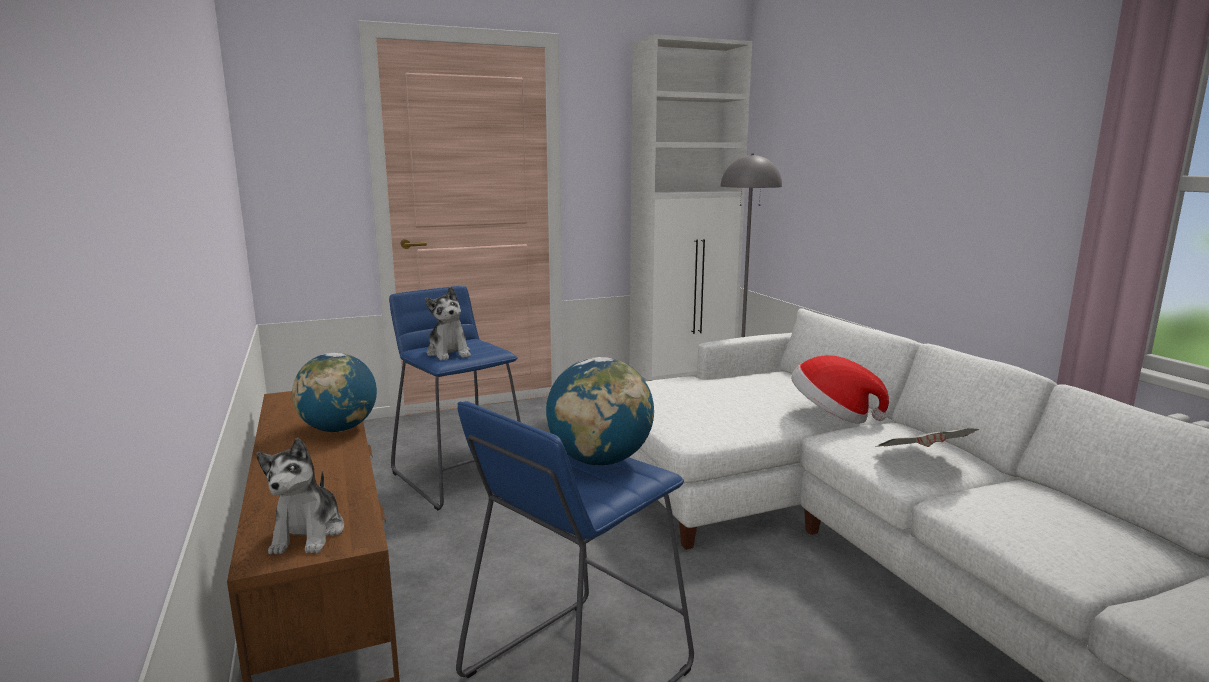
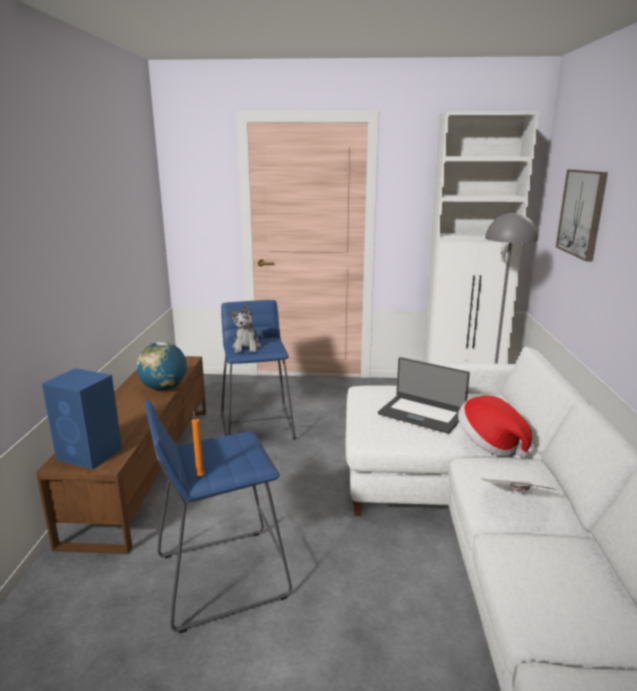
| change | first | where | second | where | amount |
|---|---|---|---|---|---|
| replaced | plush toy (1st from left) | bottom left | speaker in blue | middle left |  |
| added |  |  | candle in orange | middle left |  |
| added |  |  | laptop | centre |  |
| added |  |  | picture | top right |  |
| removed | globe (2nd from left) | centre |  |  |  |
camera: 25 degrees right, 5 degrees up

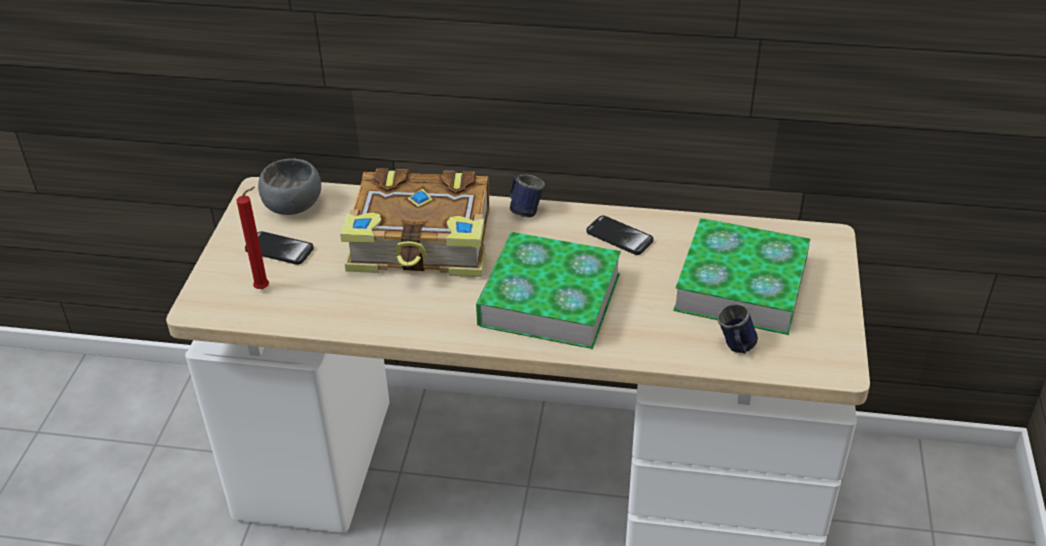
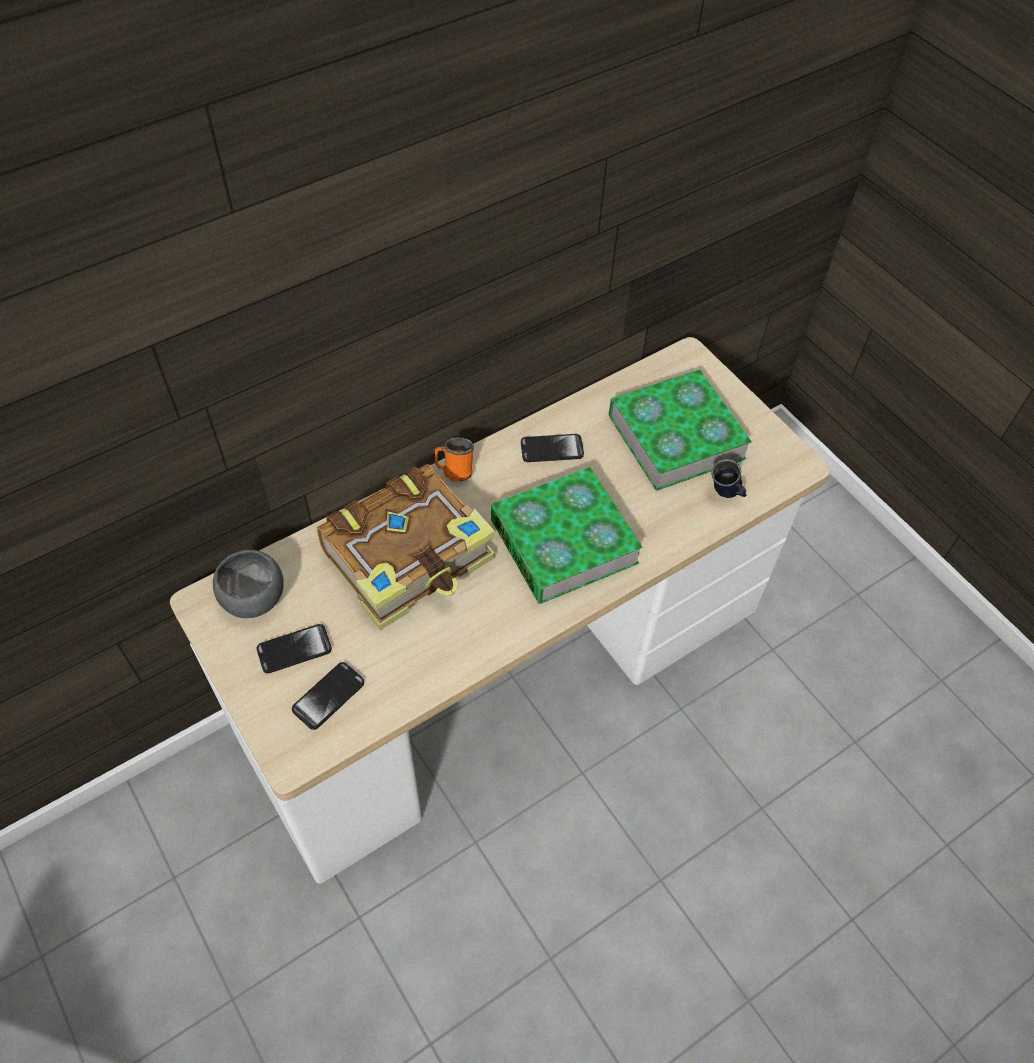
| change | first | where | second | where | amount |
|---|---|---|---|---|---|
| replaced | candle in red | middle left | phone (2nd from left) | middle left |  |
| recoloured | mug in blue (1st from left) | centre | mug in orange | centre |  |
camera: 45 degrees left, 15 degrees up

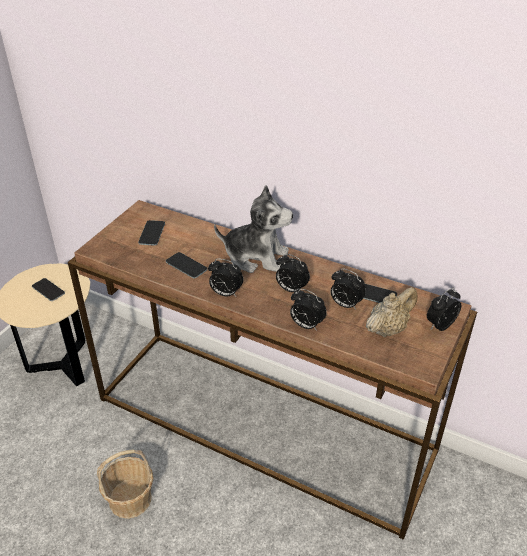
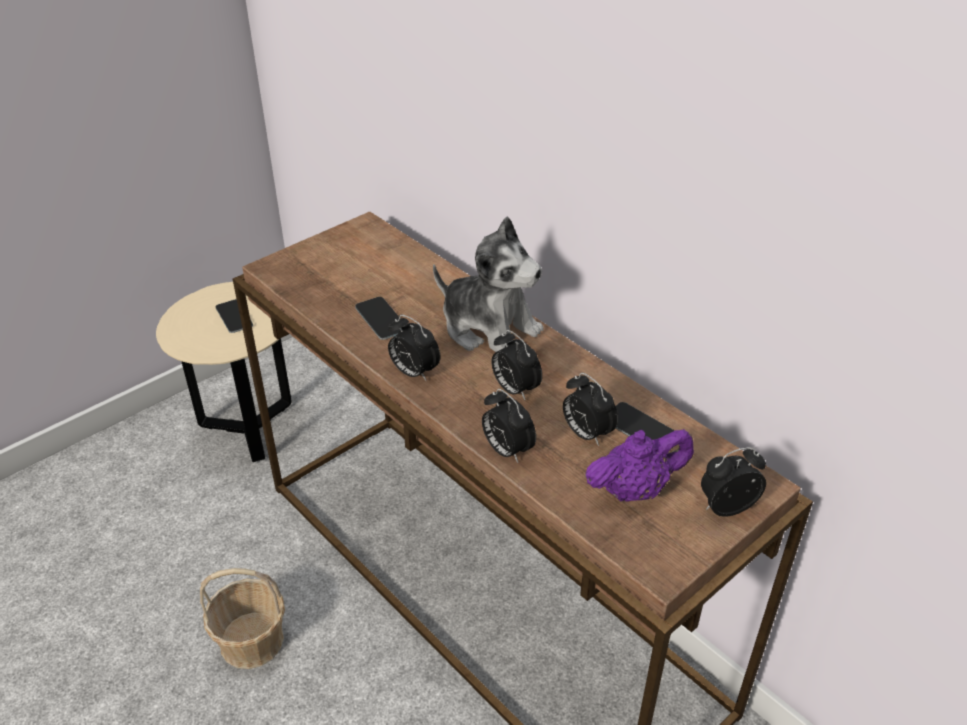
| change | first | where | second | where | amount |
|---|---|---|---|---|---|
| recoloured | teapot in beige | middle right | teapot in purple | centre |  |
| removed | phone (2nd from left) | middle left |  |  |  |
camera: 20 degrees right, 0 degrees up

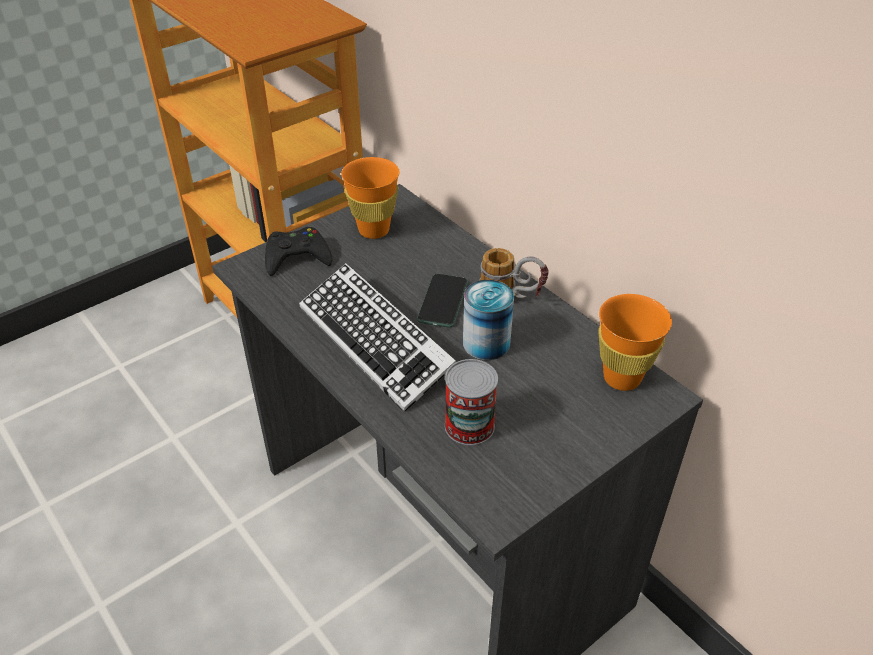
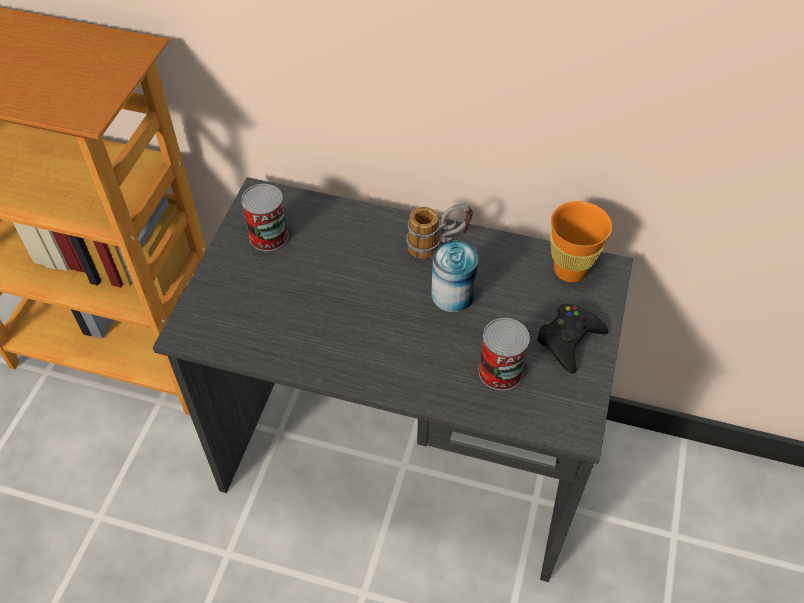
| change | first | where | second | where | amount |
|---|---|---|---|---|---|
| replaced | cup in orange (1st from left) | top centre | can (1st from left) | middle left |  |
| moved | game controller in black | centre |  | middle right |  |
| removed | keyboard | centre |  |  |  |
| removed | phone | centre |  |  |  |
camera: 35 degrees left, 10 degrees up

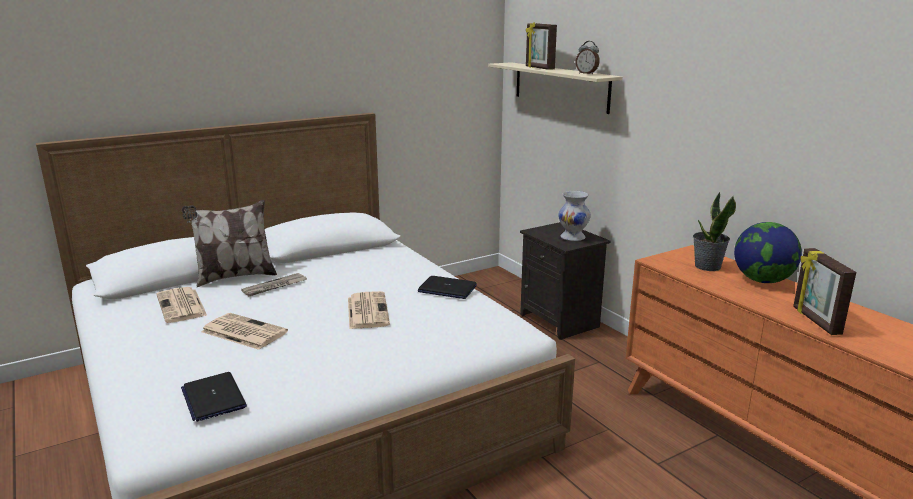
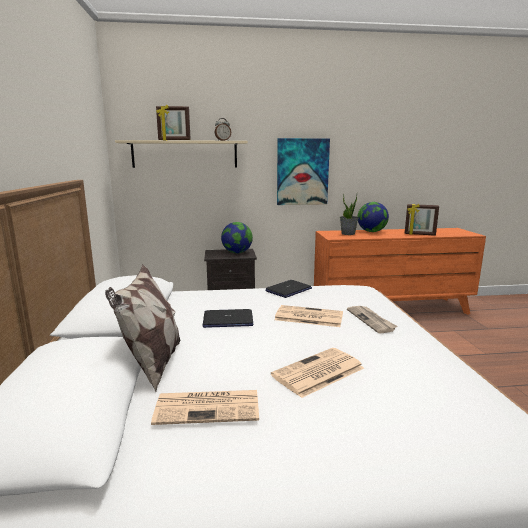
| change | first | where | second | where | amount |
|---|---|---|---|---|---|
| moved | laptop (1st from left) | bottom left |  | centre |  |
| replaced | vase in white | centre | globe (1st from left) | centre |  |
| added |  |  | picture | top centre |  |
| moved | newspaper (3rd from left in the first image) | middle left | newspaper (4th from left) | middle right |  |
camera: 65 degrees left, 5 degrees down

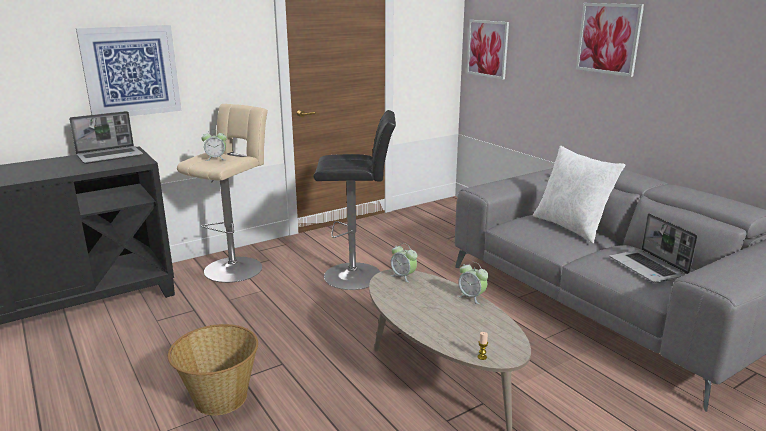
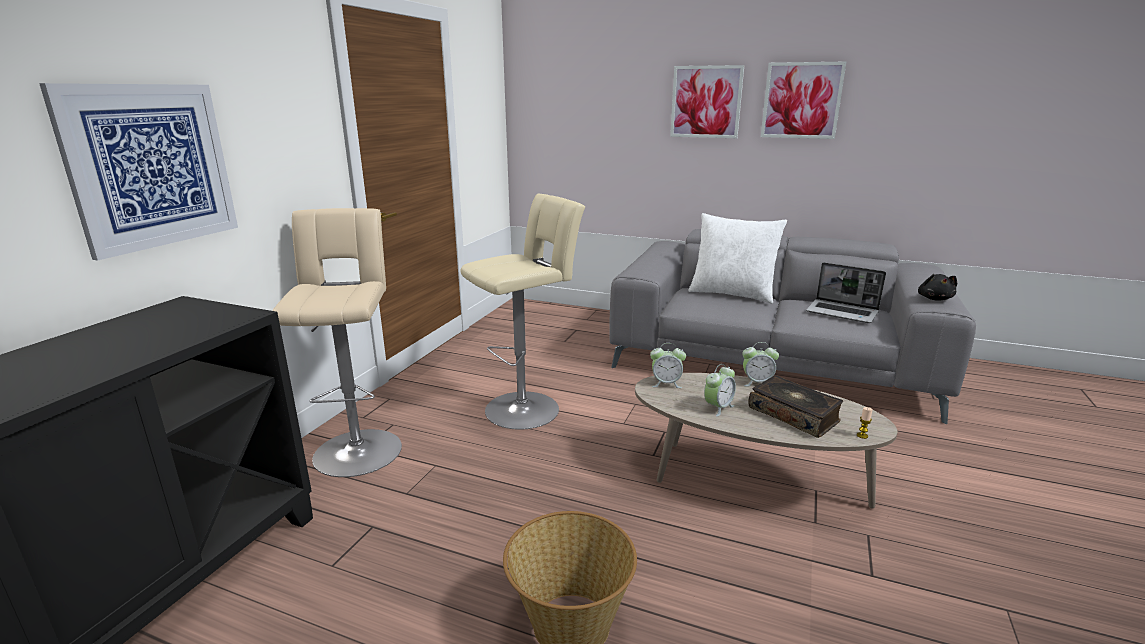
| change | first | where | second | where | amount |
|---|---|---|---|---|---|
| recoloured | stool in black | centre | stool in beige (2nd from left) | centre |  |
| moved | alarm clock (1st from left in the first image) | middle left | alarm clock (2nd from left) | centre |  |
| added |  |  | book | middle right |  |
| moved | picture (2nd from left in the first image) | top centre | picture (3rd from left) | top right |  |
| added |  |  | plush toy in black | middle right |  |
| removed | laptop (1st from left) | top left |  |  |  |
camera: 35 degrees left, 0 degrees up

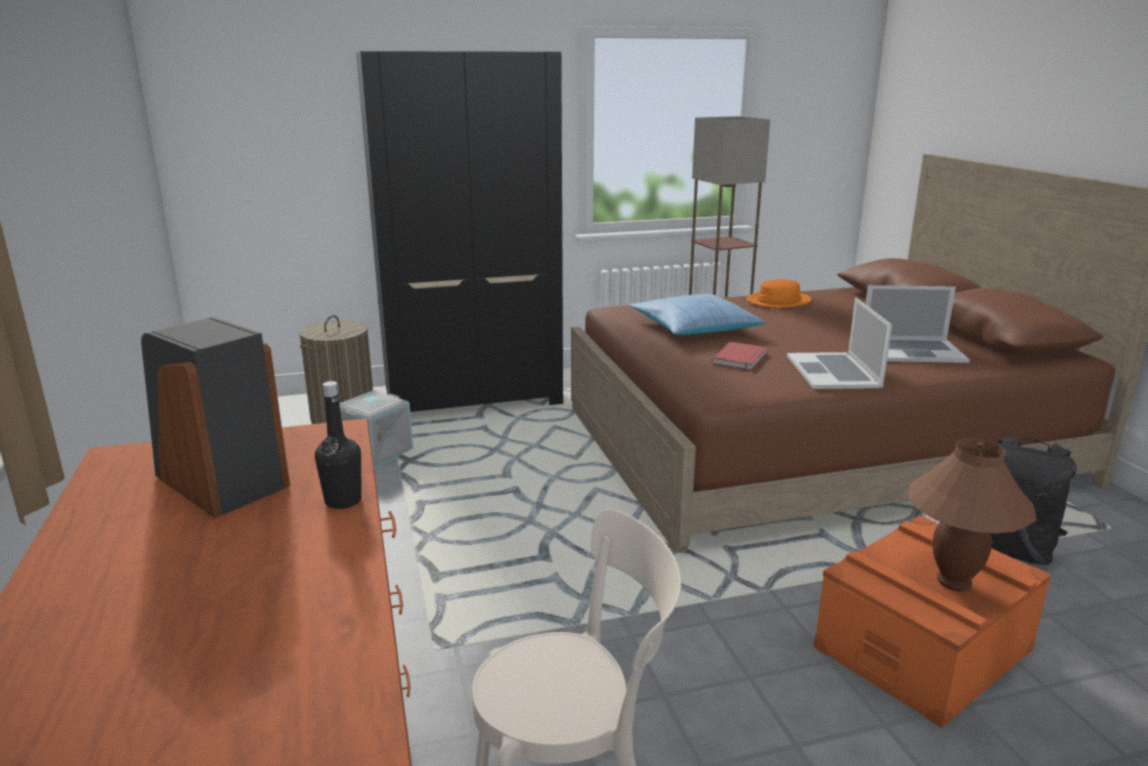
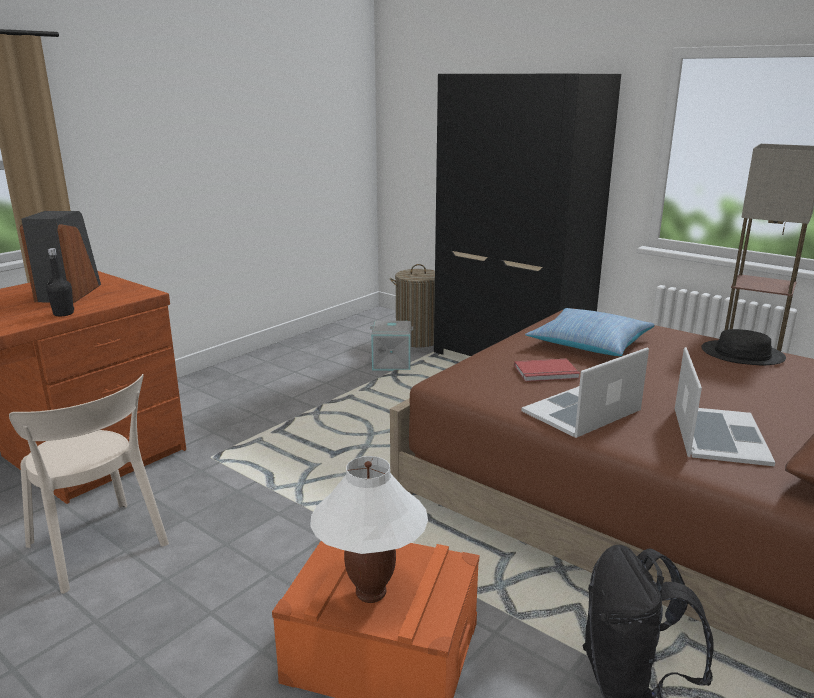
| change | first | where | second | where | amount |
|---|---|---|---|---|---|
| recoloured | table lamp in brown | bottom right | table lamp in white | bottom centre |  |
| turned | laptop (2nd from left) | middle right |  | middle right | 135 degrees counterclockwise |
| recoloured | hat in orange | middle right | hat in black | middle right |  |
camera: 55 degrees right, 0 degrees up

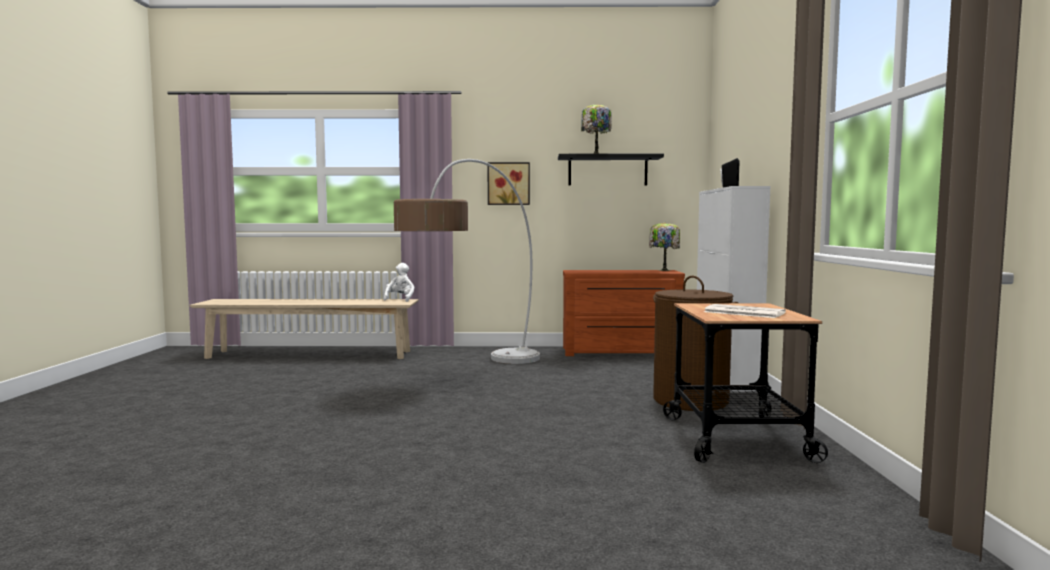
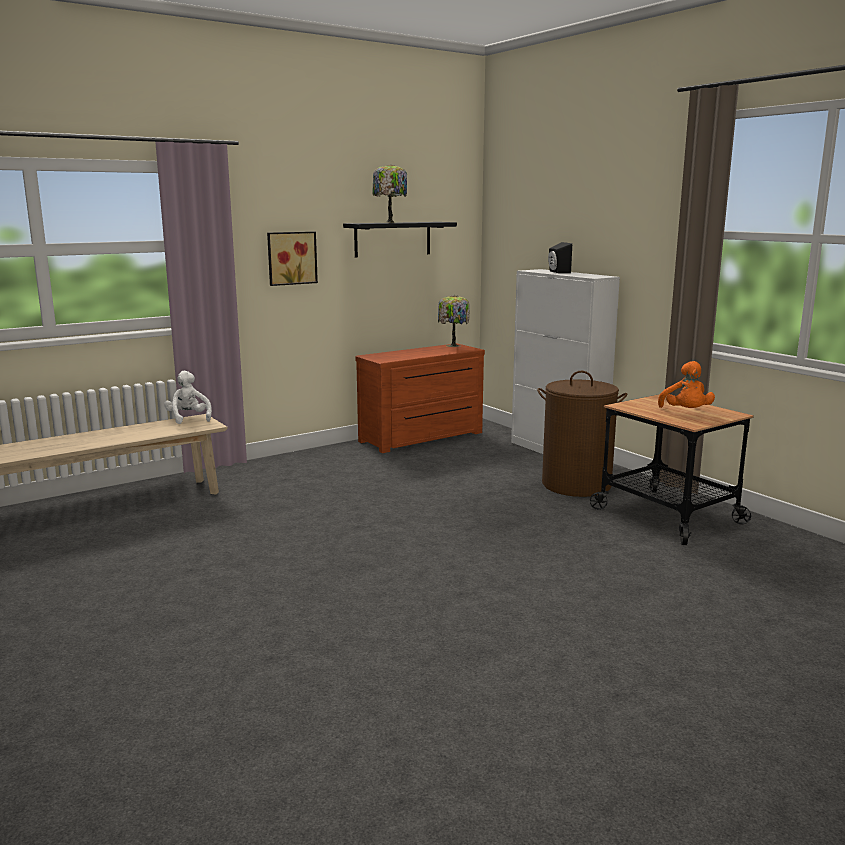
| change | first | where | second | where | amount |
|---|---|---|---|---|---|
| replaced | newspaper | middle right | plush toy in orange | middle right |  |
| removed | floor lamp | centre |  |  |  |
camera: 35 degrees left, 10 degrees up

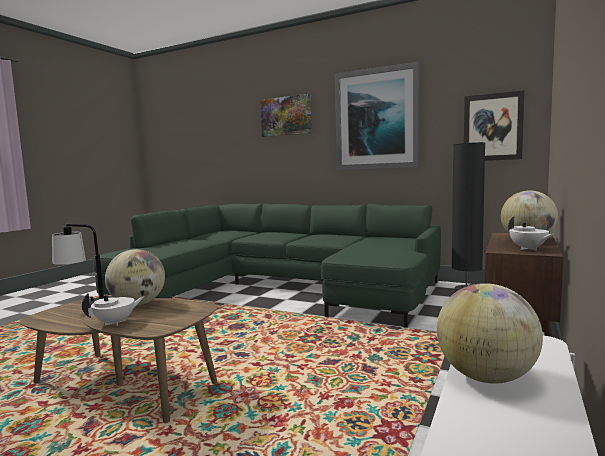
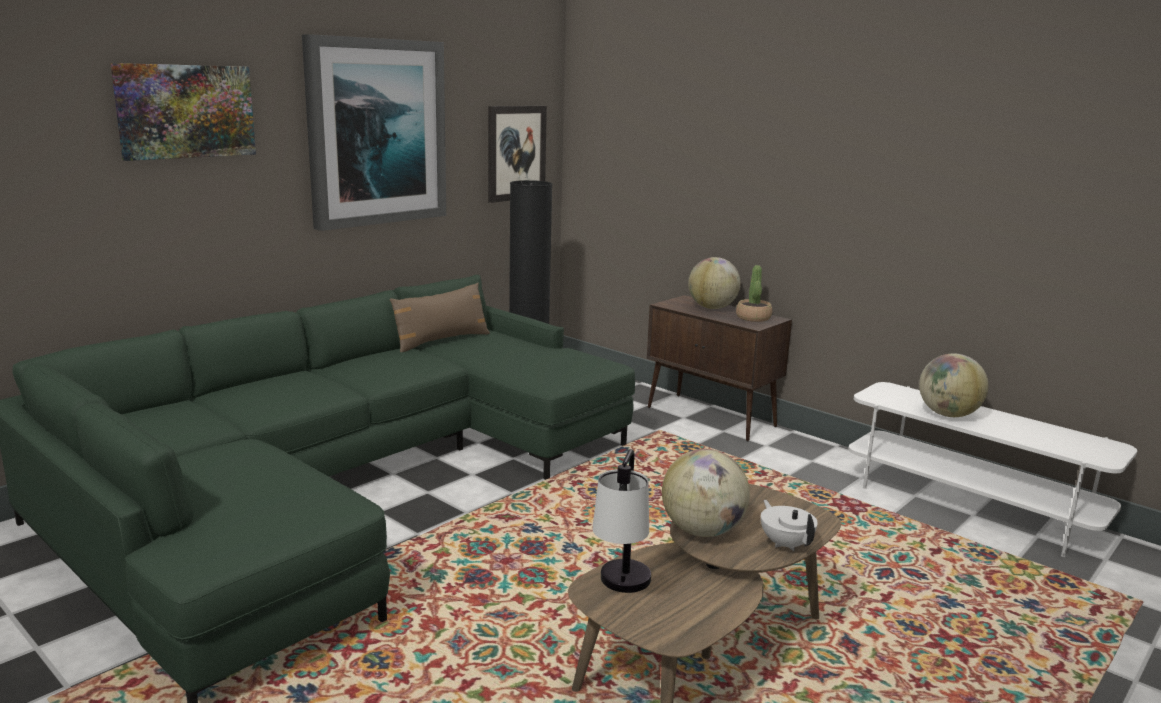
| change | first | where | second | where | amount |
|---|---|---|---|---|---|
| added |  |  | pillow in brown | centre |  |
| replaced | teapot in white (2nd from left) | middle right | potted plant | centre |  |
camera: 75 degrees left, 10 degrees up

